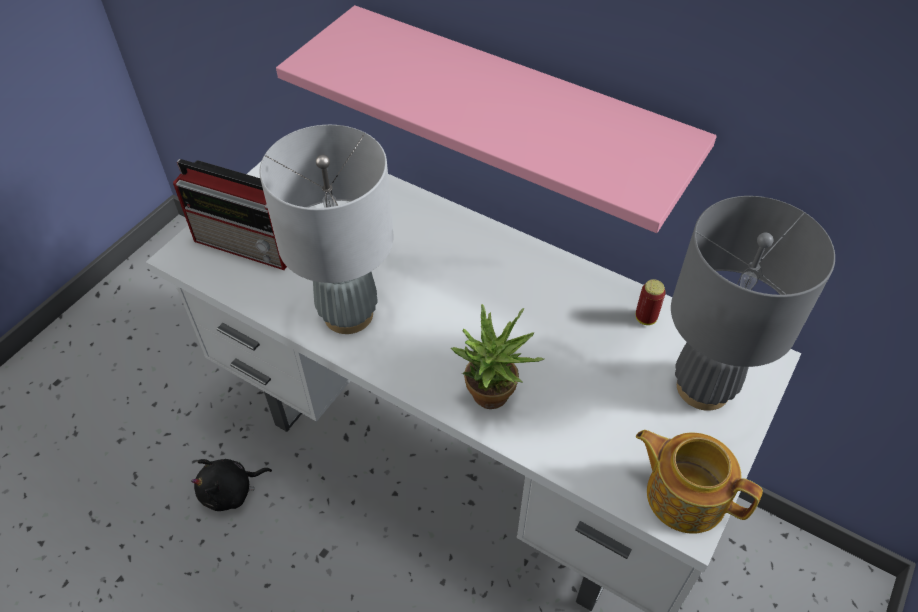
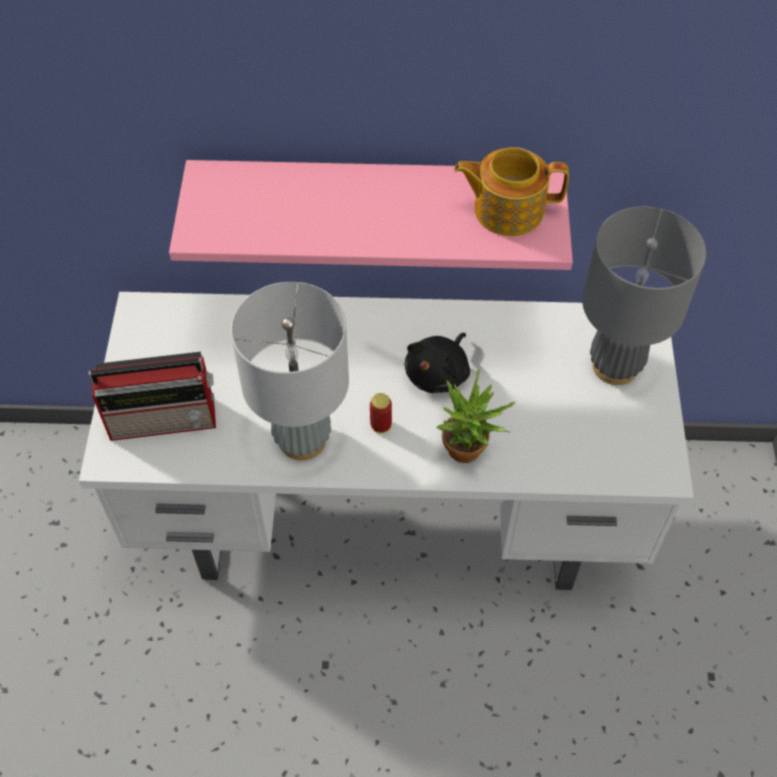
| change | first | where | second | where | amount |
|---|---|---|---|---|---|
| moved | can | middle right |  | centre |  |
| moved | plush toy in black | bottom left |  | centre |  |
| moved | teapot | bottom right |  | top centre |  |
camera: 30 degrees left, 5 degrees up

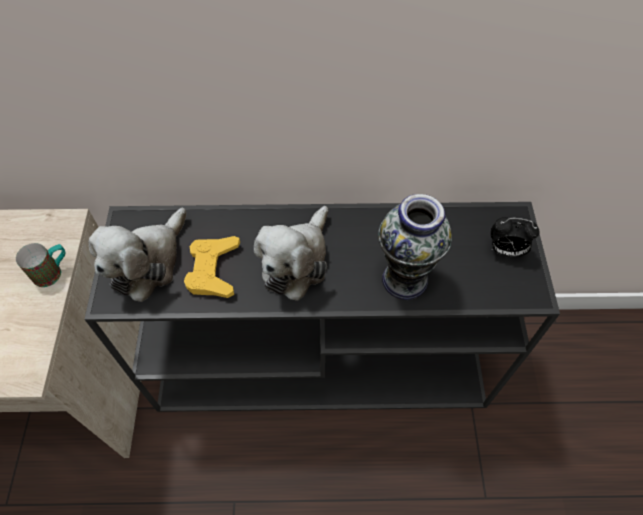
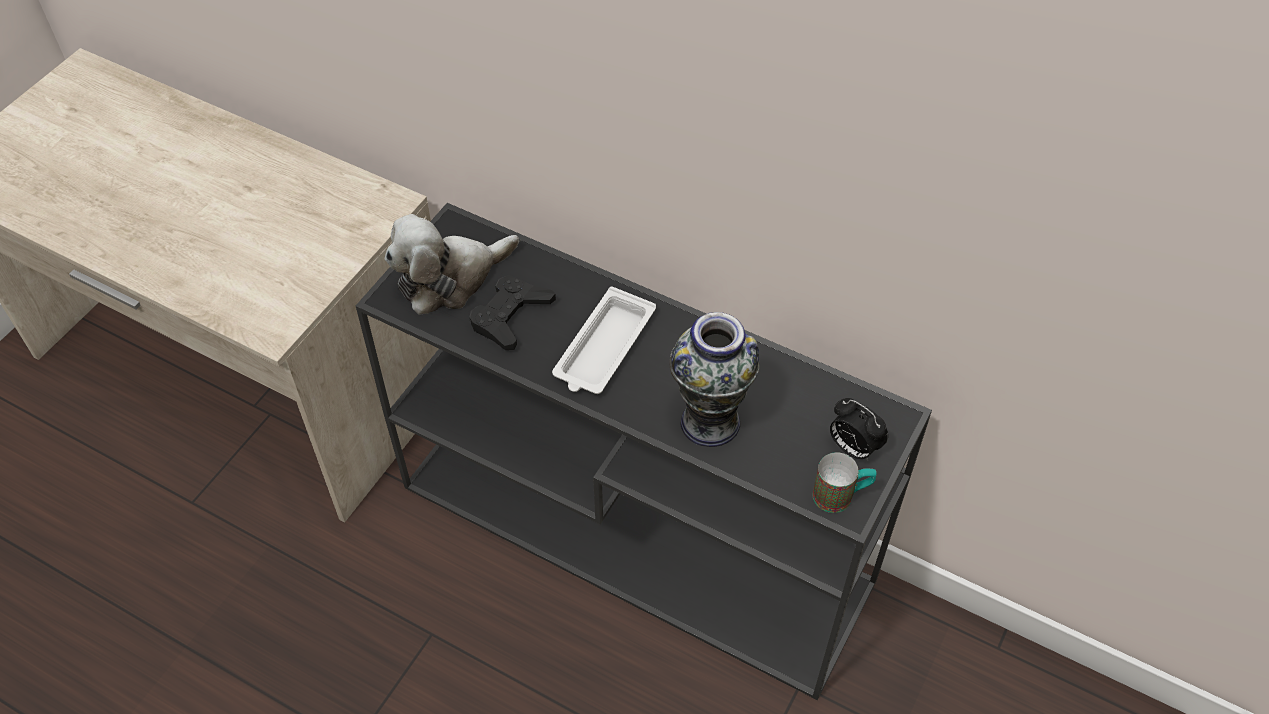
| change | first | where | second | where | amount |
|---|---|---|---|---|---|
| recoloured | game controller in yellow | middle left | game controller in black | centre |  |
| replaced | plush toy (2nd from left) | centre | tray in white | centre |  |
| moved | mug | middle left |  | bottom centre |  |
camera: 30 degrees right, 5 degrees down

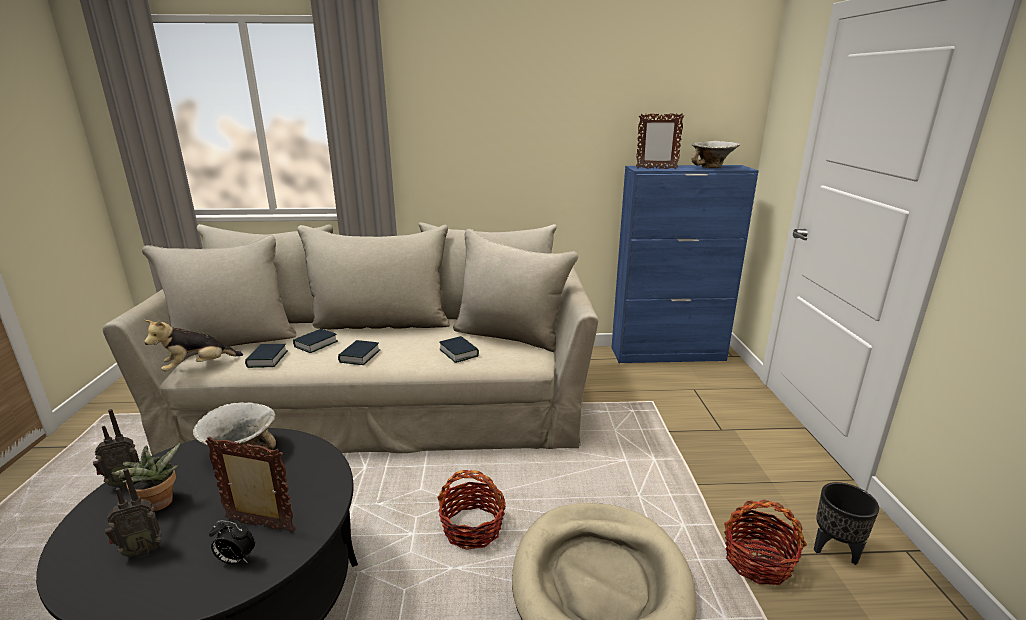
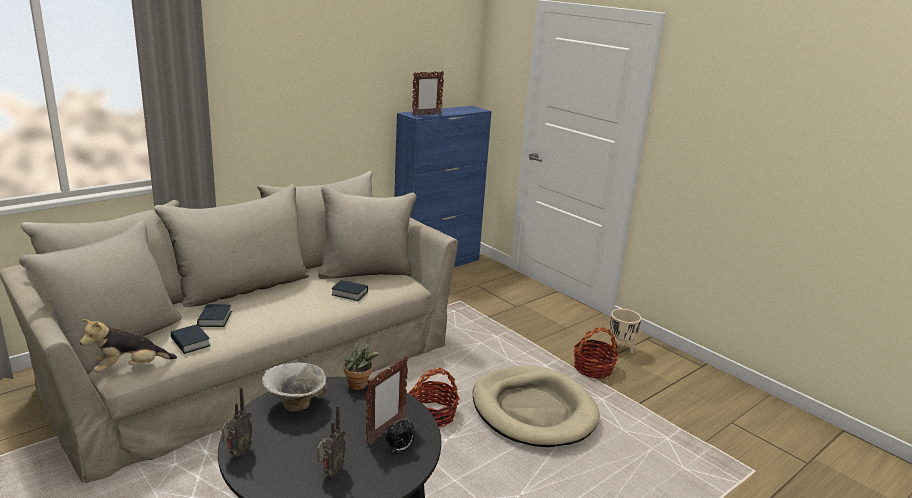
| change | first | where | second | where | amount |
|---|---|---|---|---|---|
| turned | plush toy | middle left |  | bottom left | 45 degrees clockwise |
| moved | potted plant | bottom left |  | bottom centre |  |
| turned | picture frame (1st from left) | bottom left |  | bottom centre | 150 degrees clockwise |
| recoloured | planter in black | bottom right | planter in beige | bottom right |  |
| removed | book (3rd from left) | centre |  |  |  |
| removed | bowl (2nd from left) | top right |  |  |  |
camera: 40 degrees left, 0 degrees up

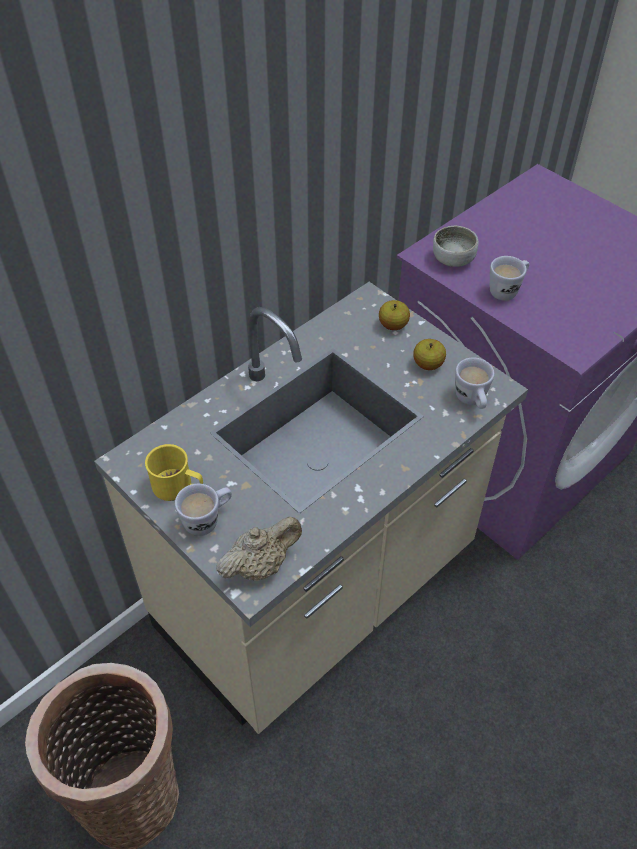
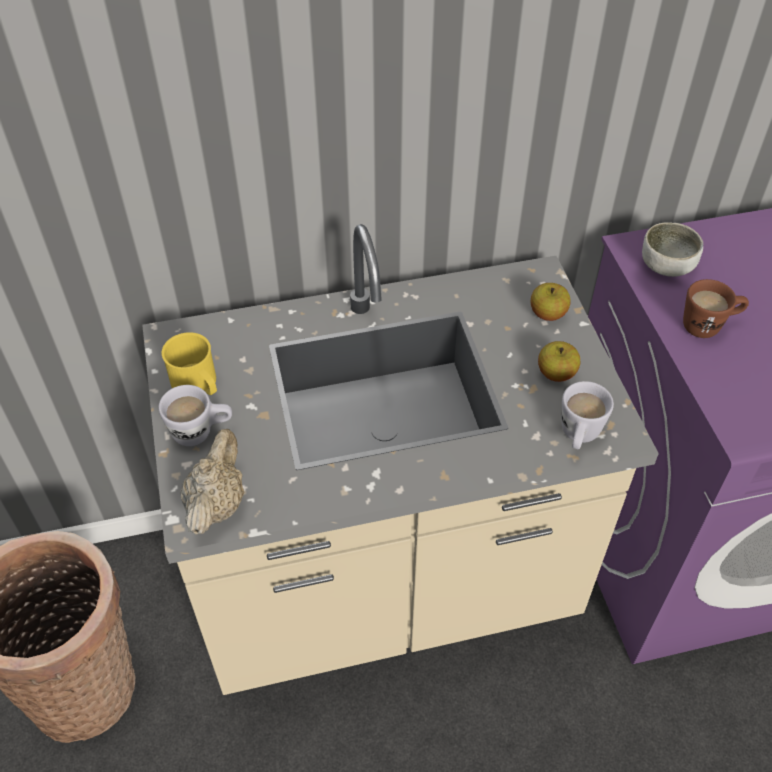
| change | first | where | second | where | amount |
|---|---|---|---|---|---|
| turned | teapot in beige | centre |  | middle left | 75 degrees counterclockwise |
| recoloured | mug in white (3rd from left) | top right | mug in brown | middle right |  |
camera: 30 degrees right, 0 degrees up

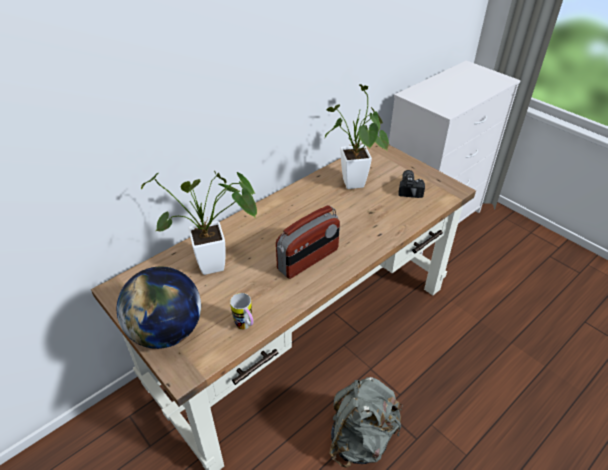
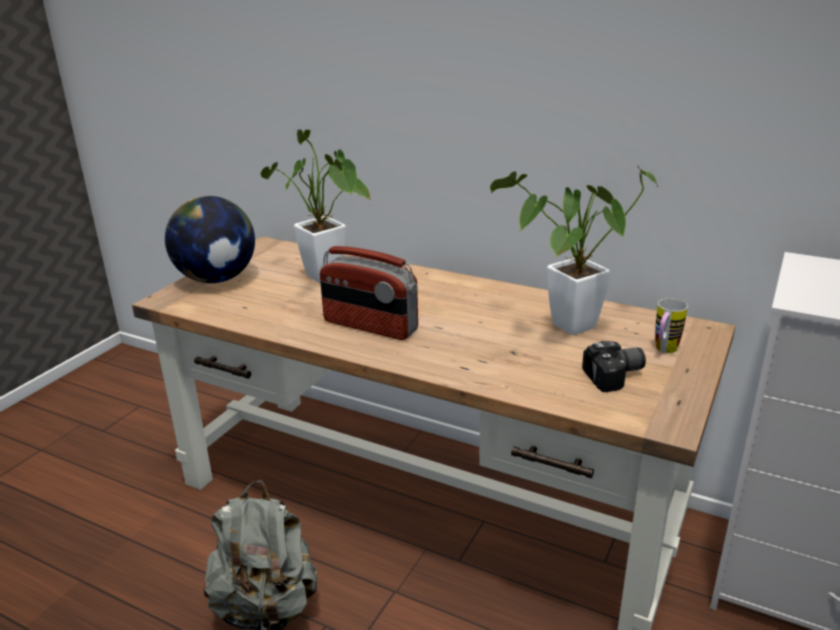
| change | first | where | second | where | amount |
|---|---|---|---|---|---|
| moved | mug | centre |  | middle right |  |
camera: 70 degrees right, 15 degrees down

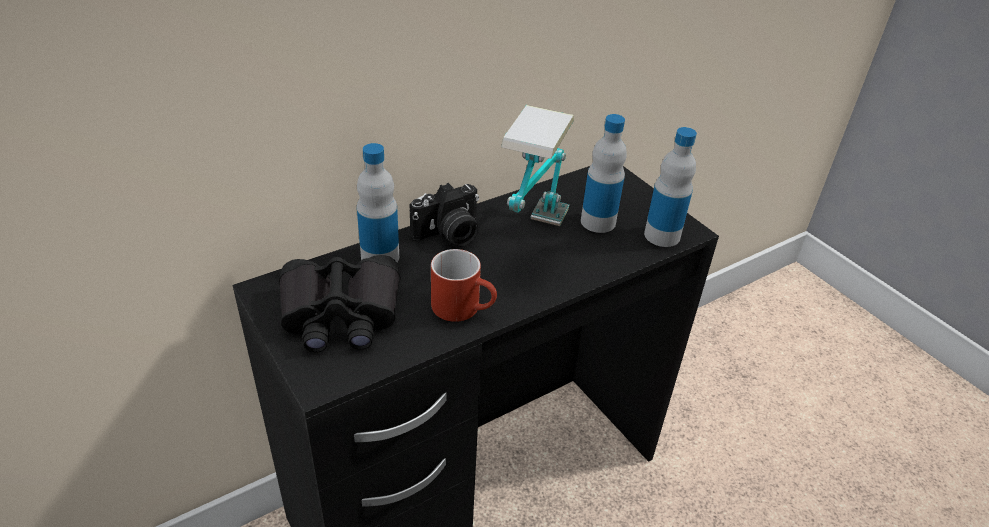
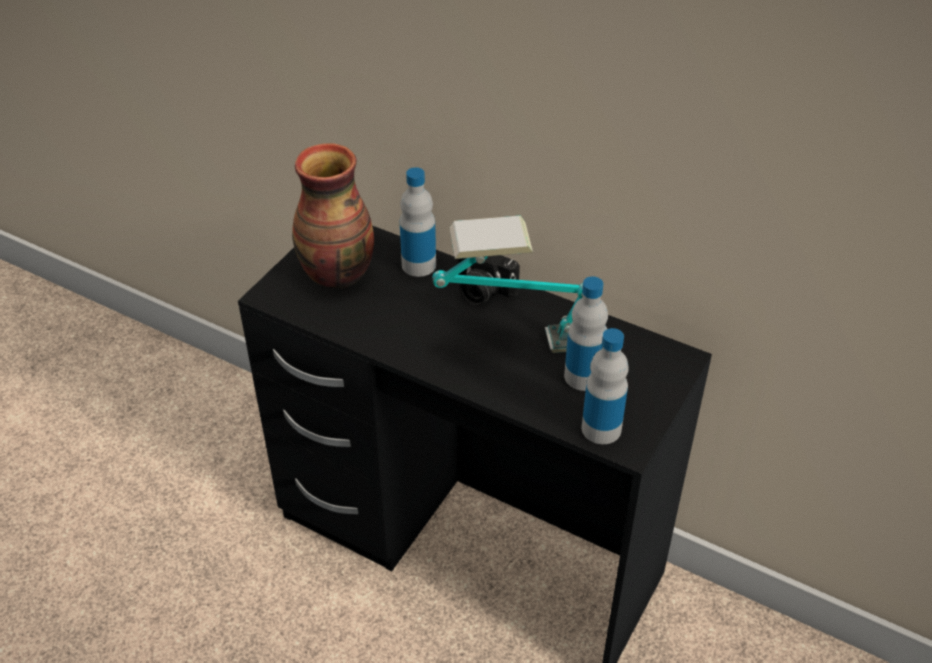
| change | first | where | second | where | amount |
|---|---|---|---|---|---|
| replaced | binoculars in black | centre | vase | top centre |  |
| removed | mug in red | centre |  |  |  |
camera: 65 degrees right, 5 degrees up

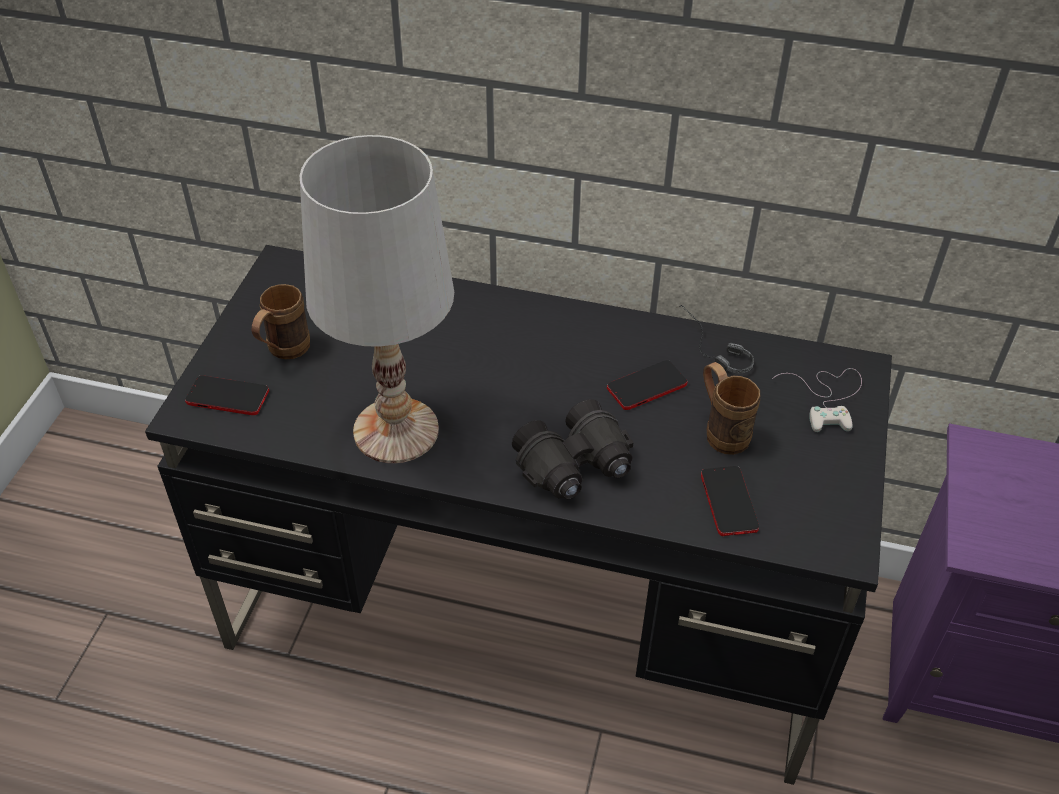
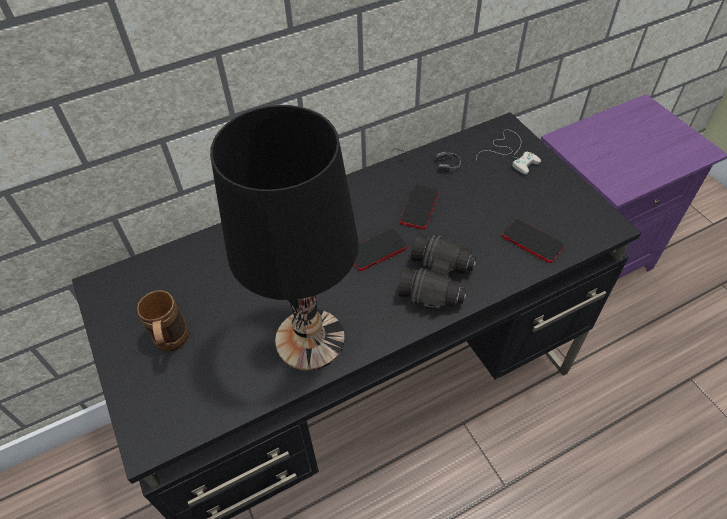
| change | first | where | second | where | amount |
|---|---|---|---|---|---|
| recoloured | table lamp in white | centre | table lamp in black | centre |  |
| moved | phone (1st from left) | middle left |  | centre |  |
| removed | mug in brown (2nd from left) | middle right |  |  |  |
camera: 40 degrees left, 5 degrees up

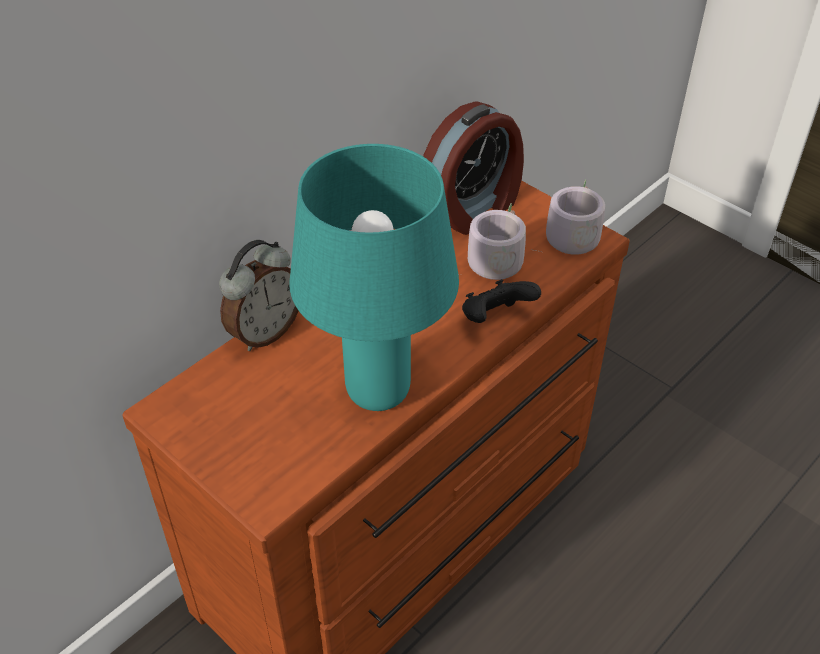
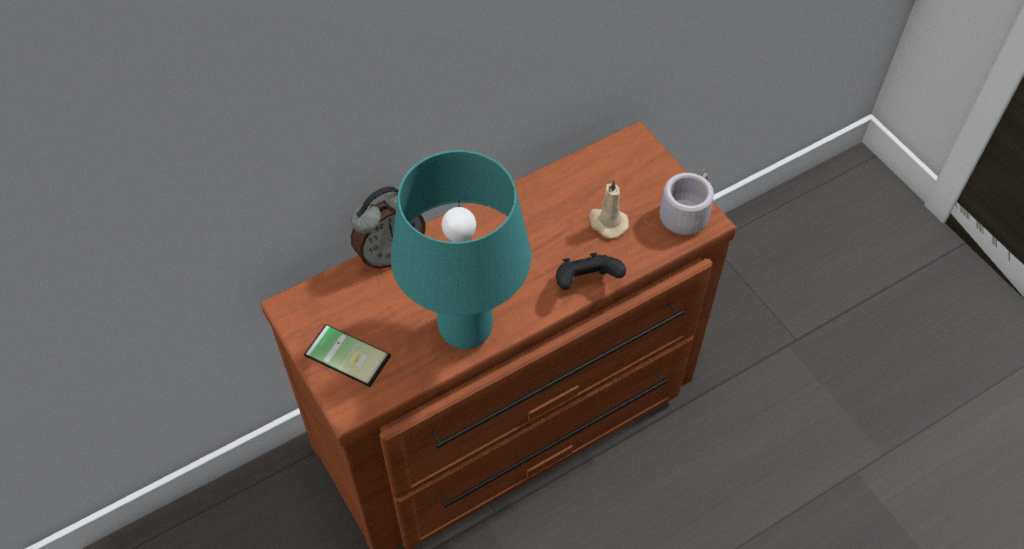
| change | first | where | second | where | amount |
|---|---|---|---|---|---|
| added |  |  | phone | centre |  |
| replaced | mug in grey (1st from left) | centre | candle in beige | centre |  |
| removed | alarm clock (2nd from left) | top centre |  |  |  |
camera: 15 degrees right, 10 degrees up

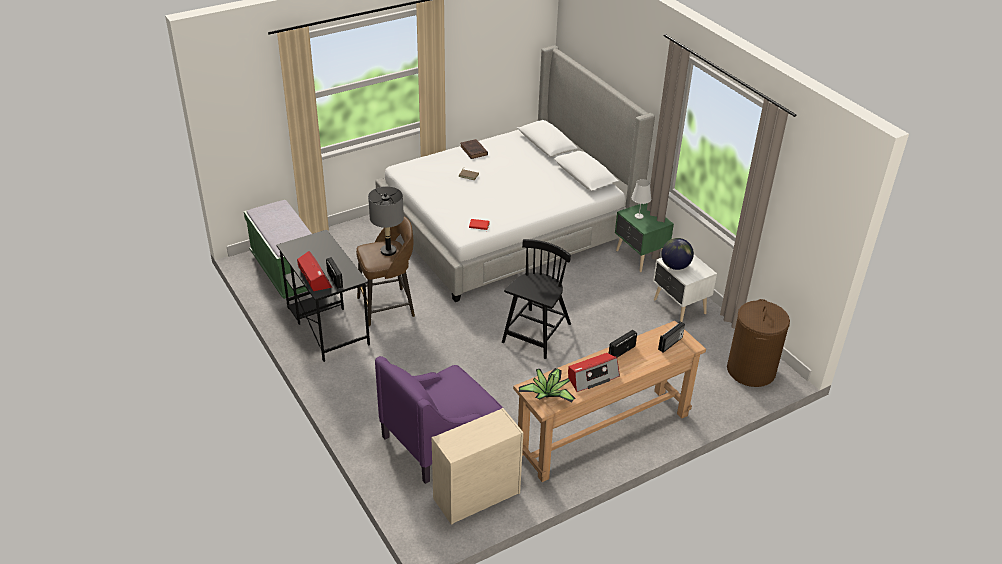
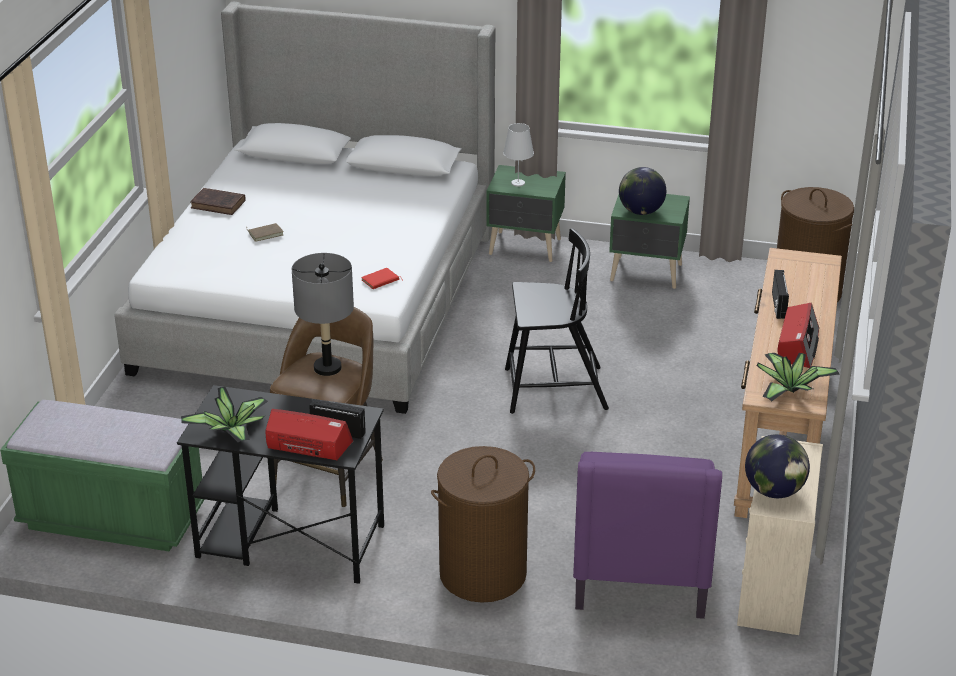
| change | first | where | second | where | amount |
|---|---|---|---|---|---|
| added |  |  | potted plant (1st from left) | middle left |  |
| added |  |  | laundry basket in brown (1st from left) | bottom centre |  |
| turned | chair in black | centre |  | centre | 105 degrees clockwise |
| recoloured | nightstand in white | middle right | nightstand in green (2nd from left) | middle right |  |
| added |  |  | globe (2nd from left) | bottom right |  |
| removed | radio (5th from left) | middle right |  |  |  |
camera: 45 degrees left, 5 degrees down

